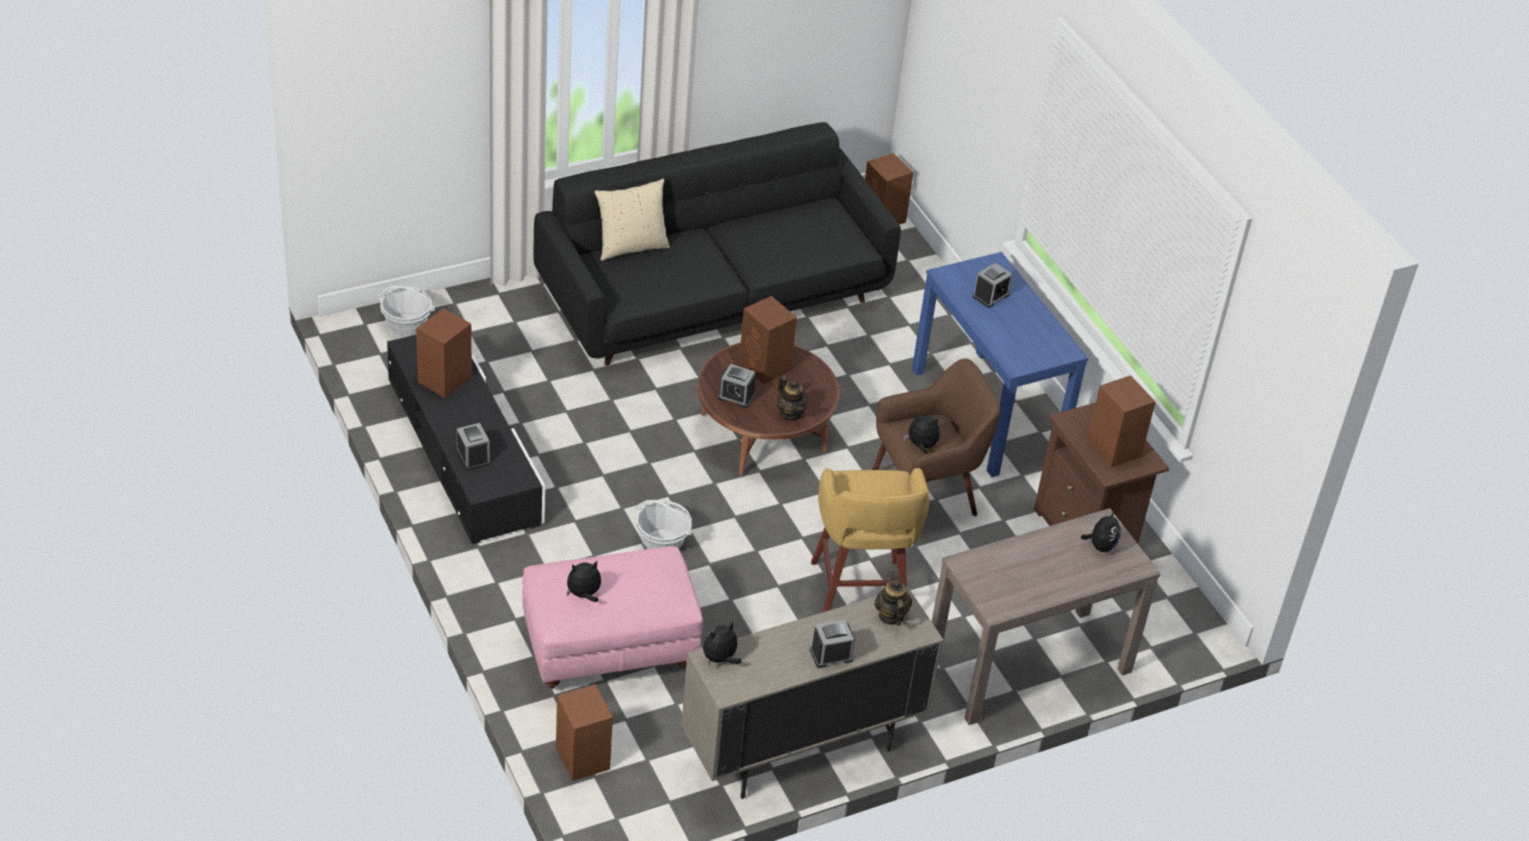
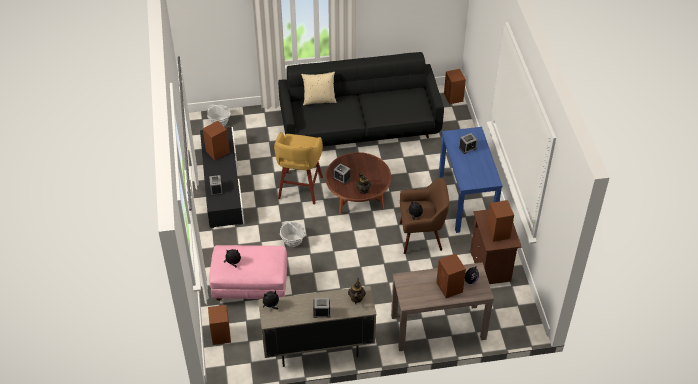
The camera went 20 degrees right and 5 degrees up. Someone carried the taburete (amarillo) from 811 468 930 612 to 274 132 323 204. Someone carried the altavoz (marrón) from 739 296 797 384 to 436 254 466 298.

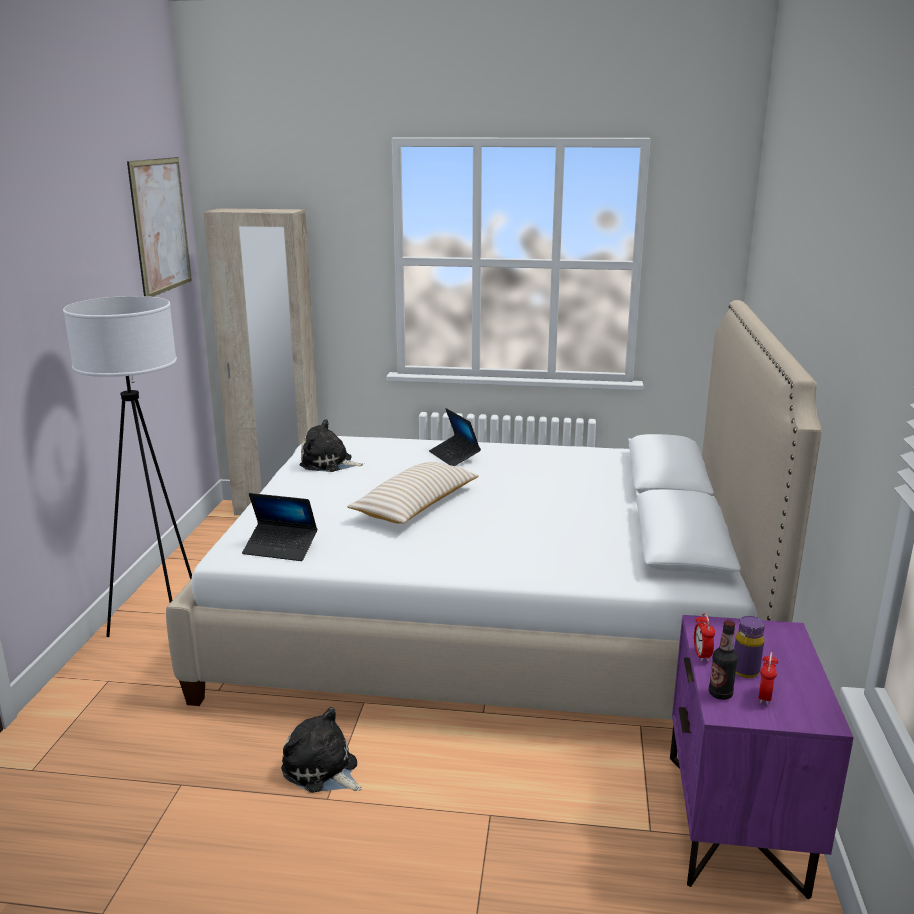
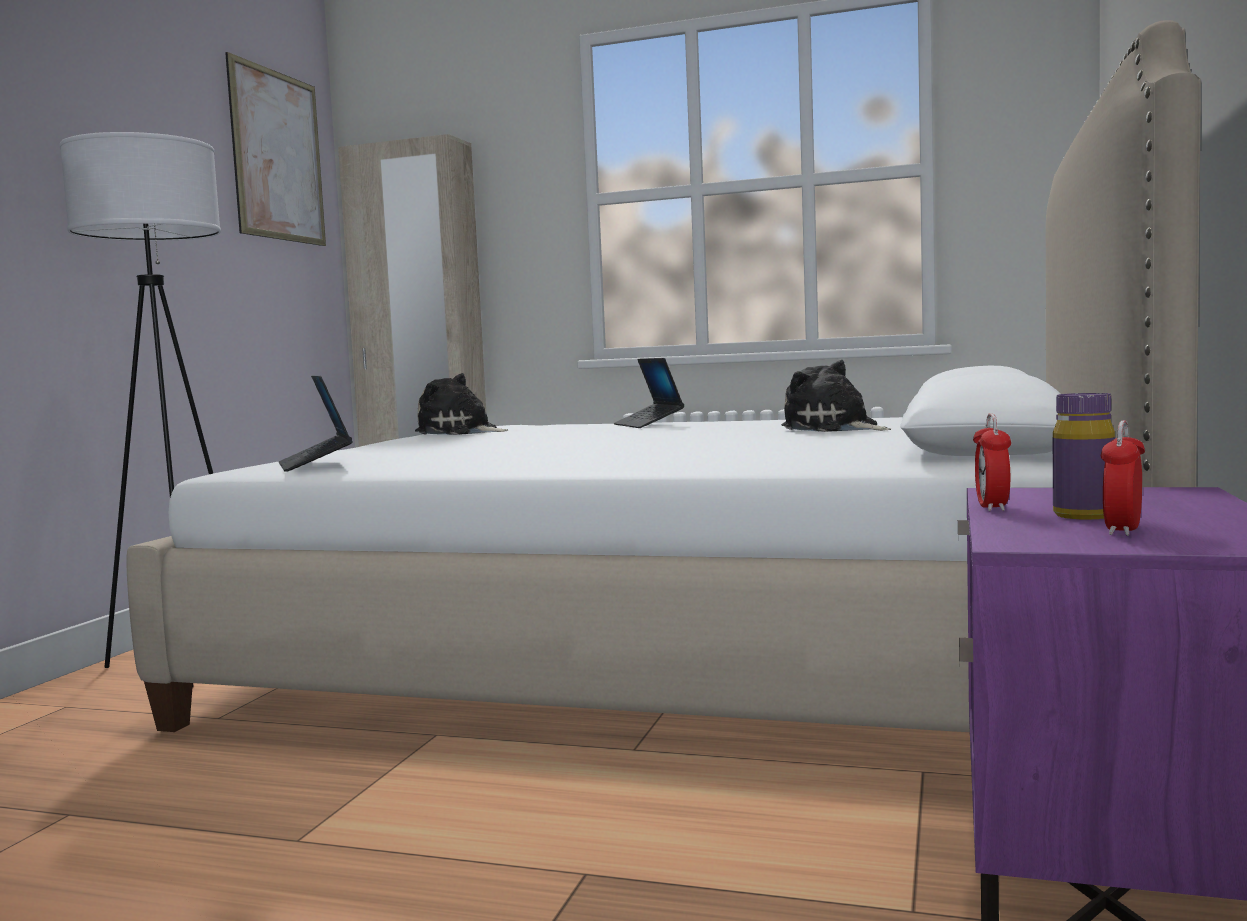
The camera went 10 degrees right and 15 degrees down. Someone rotated the portátil at 242 493 317 561 by 45 degrees clockwise. Someone carried the peluche from 281 707 362 793 to 781 360 891 432. Someone took away the cojín (beis) at 347 462 479 524. Someone took away the botella at 709 620 738 700.

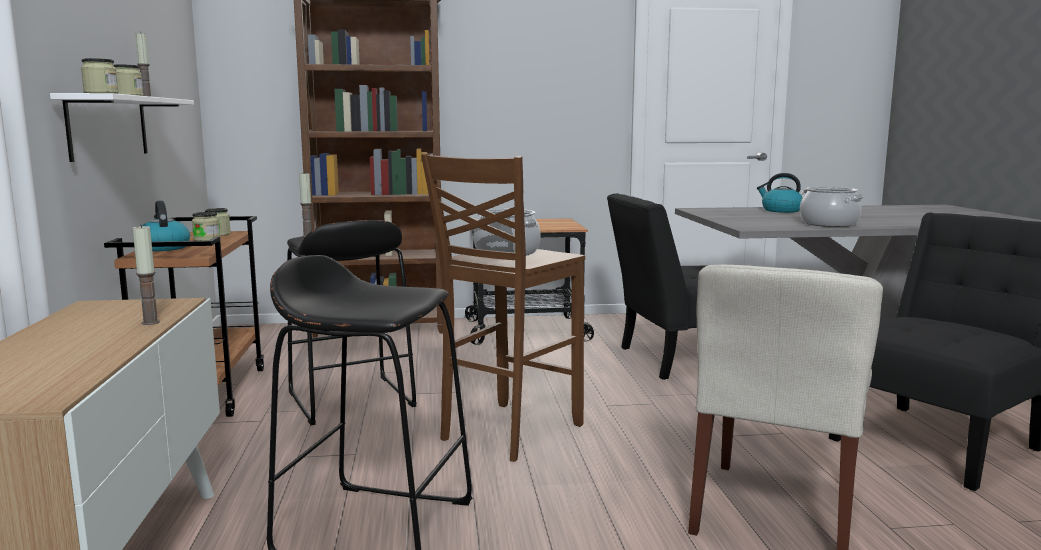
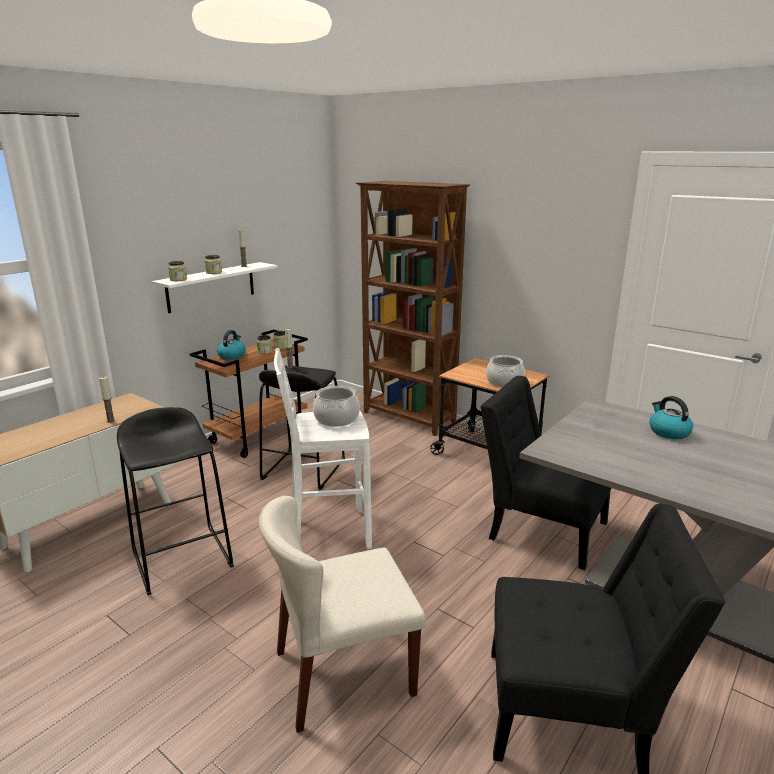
The camera went 45 degrees right and 10 degrees up. Someone repainted the taburete (marrón) at 421 153 585 462, which became the taburete (blanco) at 274 348 372 549. Someone carried the olla from 800 187 863 227 to 486 355 525 387.

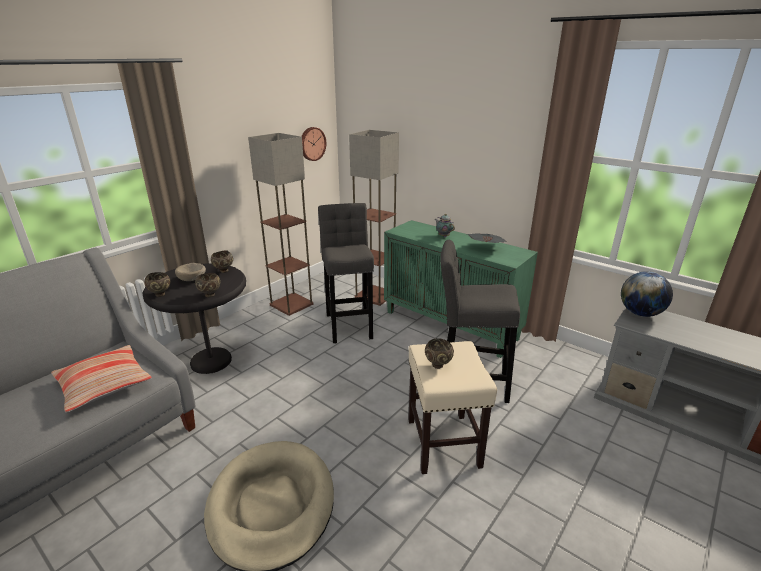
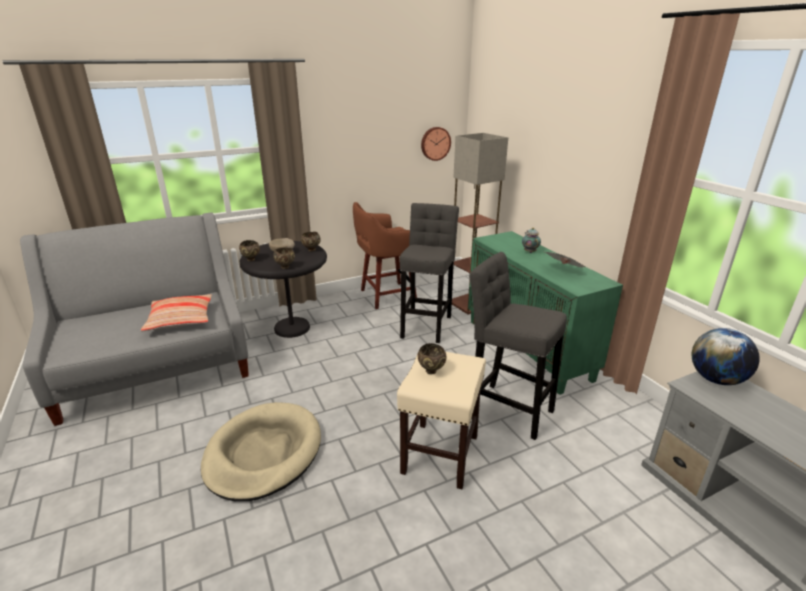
The camera went 25 degrees right and 0 degrees up. Someone swapped the lámpara de pie at 248 133 313 316 for the taburete (marrón) at 353 202 417 309.

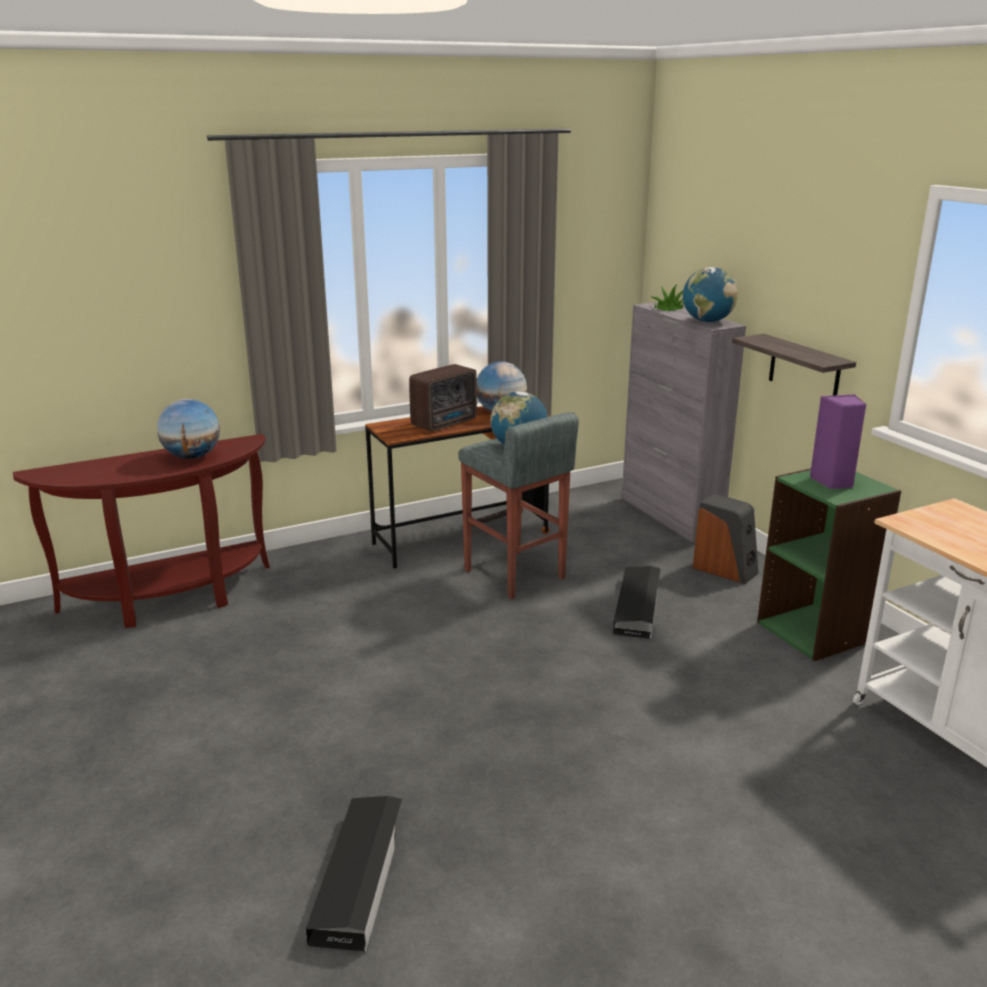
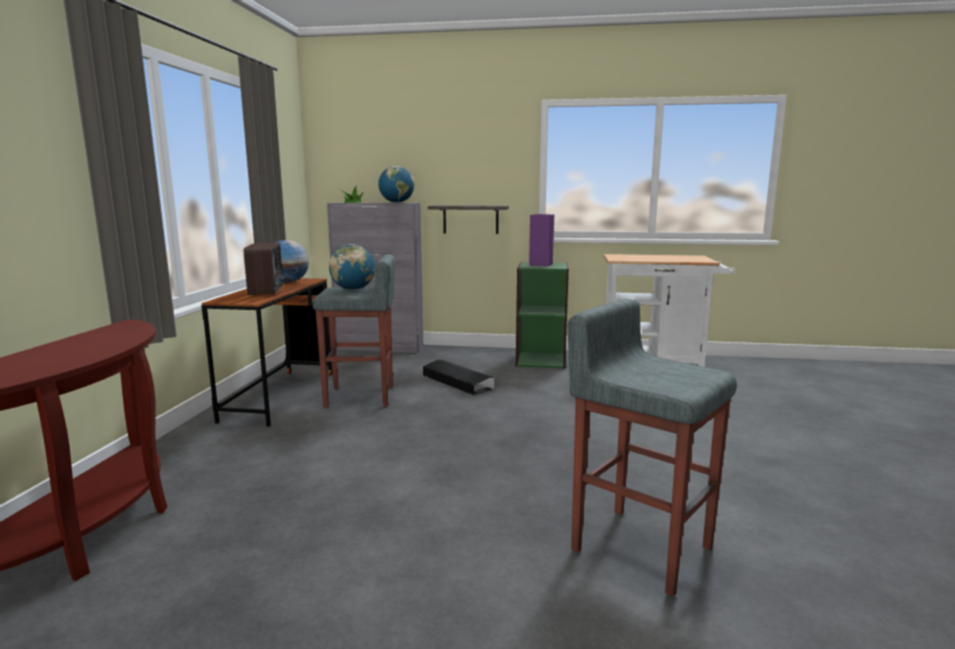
The camera went 55 degrees left and 10 degrees down. Someone swapped the caja de almacenaje (negro) at 306 796 402 951 for the taburete (gris) at 568 299 737 597. Someone took away the globo terráqueo at 157 399 220 459. Someone took away the altavoz at 693 493 759 584.

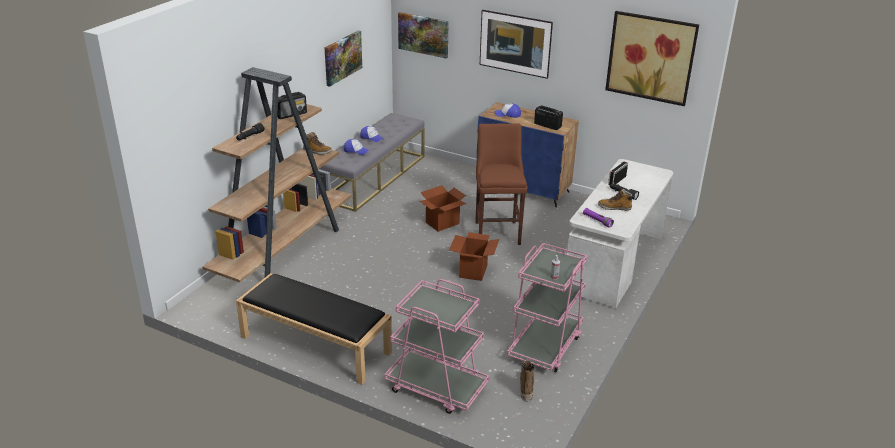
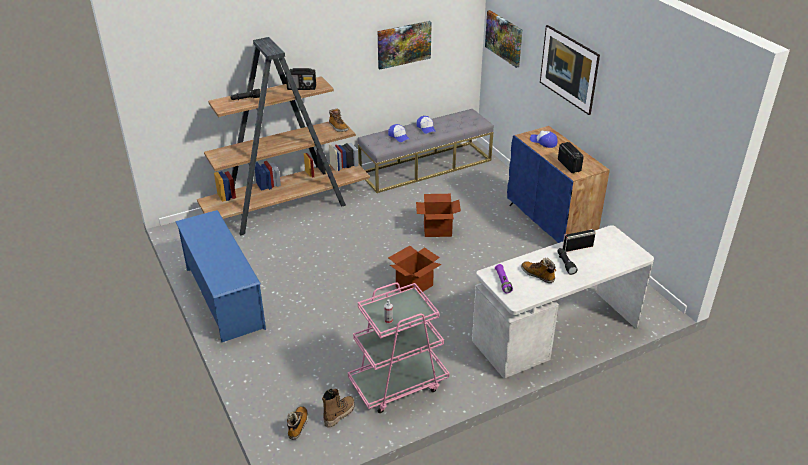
The camera went 35 degrees right and 5 degrees up. Someone swapped the banco (negro) at 236 273 392 385 for the zapatero (azul) at 175 210 266 342. Someone put down the bota at 287 406 308 440. Someone took away the carrito (rosa) at 384 279 489 414. Someone took away the taburete (marrón) at 475 124 527 245. Someone took away the cuadro at 605 11 699 106.

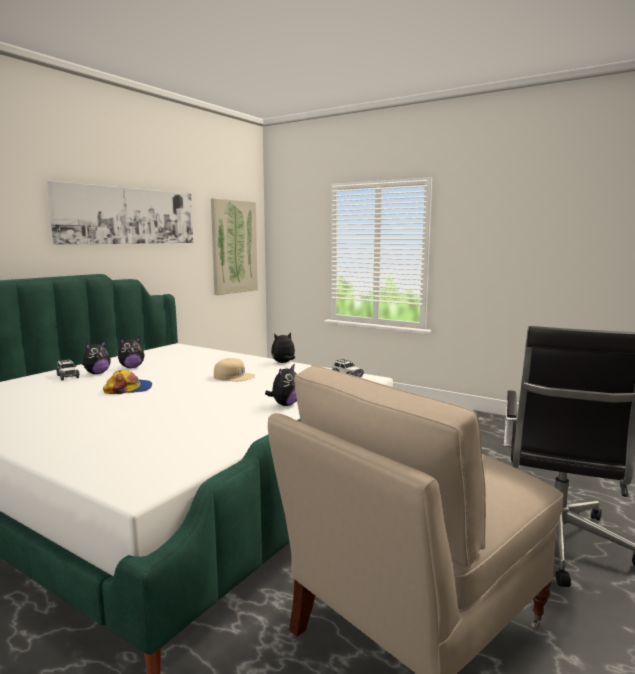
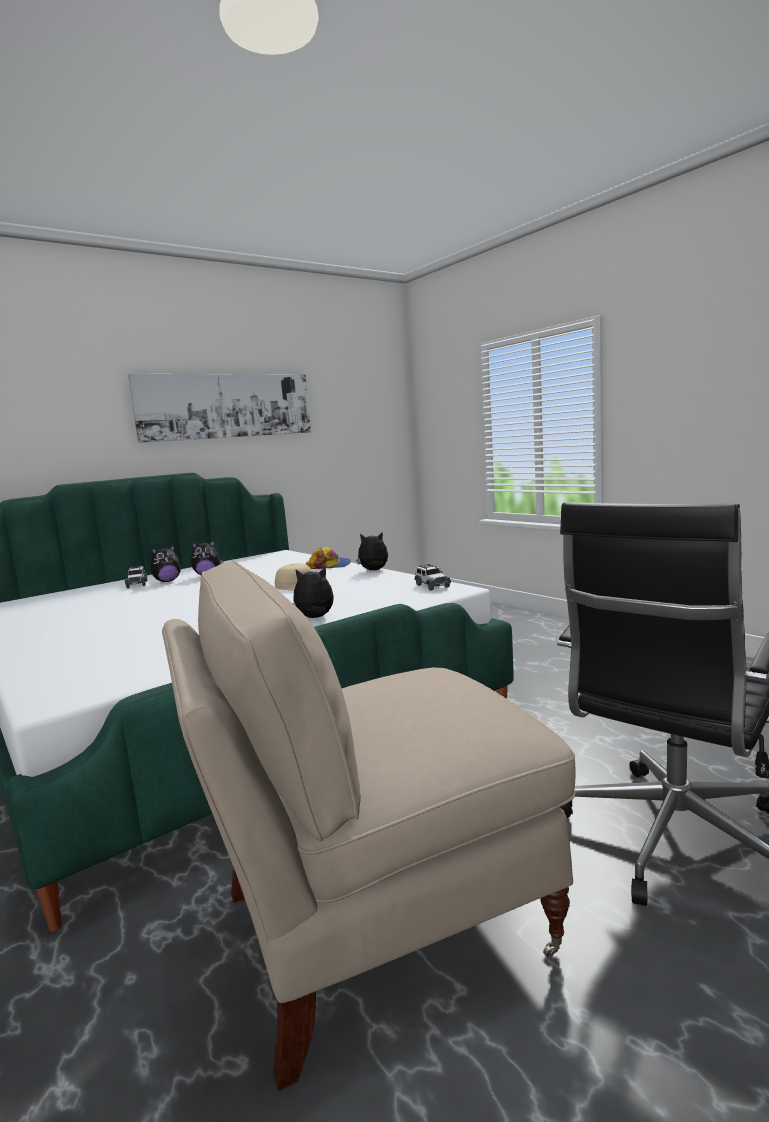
The camera went 20 degrees right and 0 degrees up. Someone rotated the peluche at 265 364 297 406 by 150 degrees counterclockwise. Someone carried the gorra from 103 370 152 394 to 306 547 351 569. Someone took away the cuadro at 211 198 258 295.

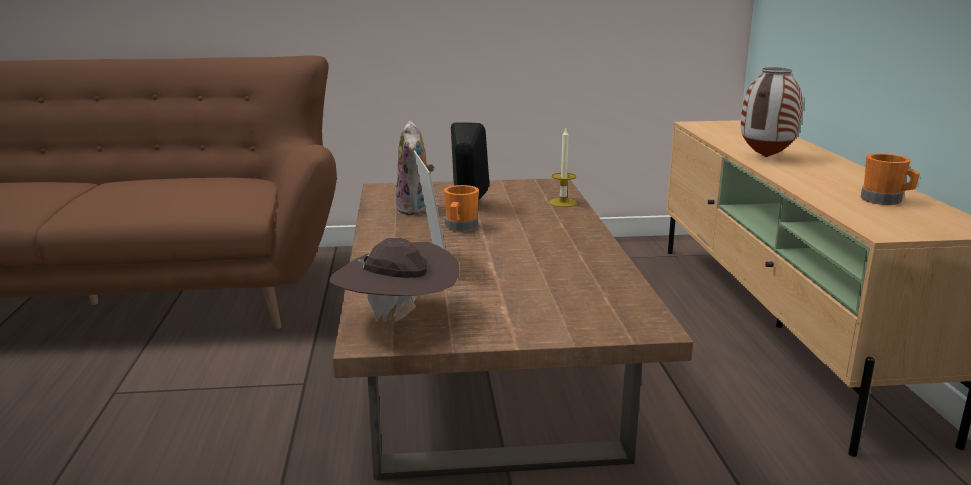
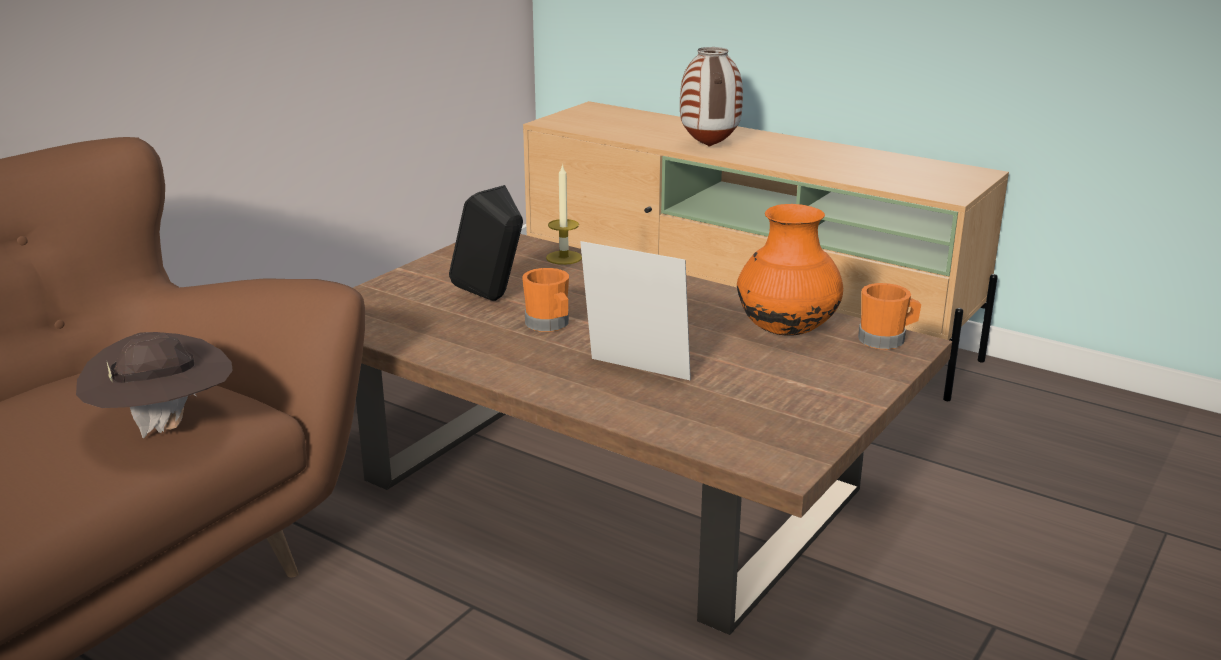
The camera went 50 degrees left and 5 degrees up. Someone carried the sombrero (marrón) from 329 238 460 323 to 76 332 233 438. Someone put down the florero (naranja) at 737 204 843 335. Someone carried the taza grande (naranja) from 861 153 920 205 to 858 283 921 349. Someone took away the peluche at 395 120 434 215.

